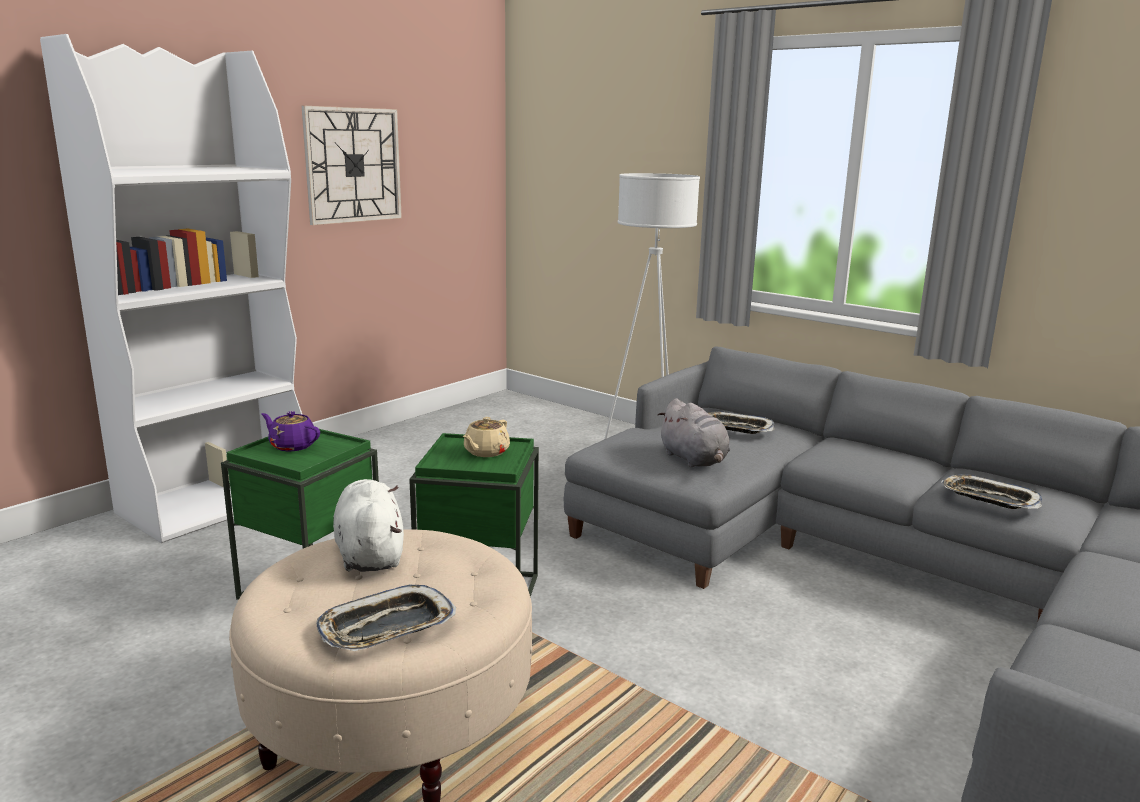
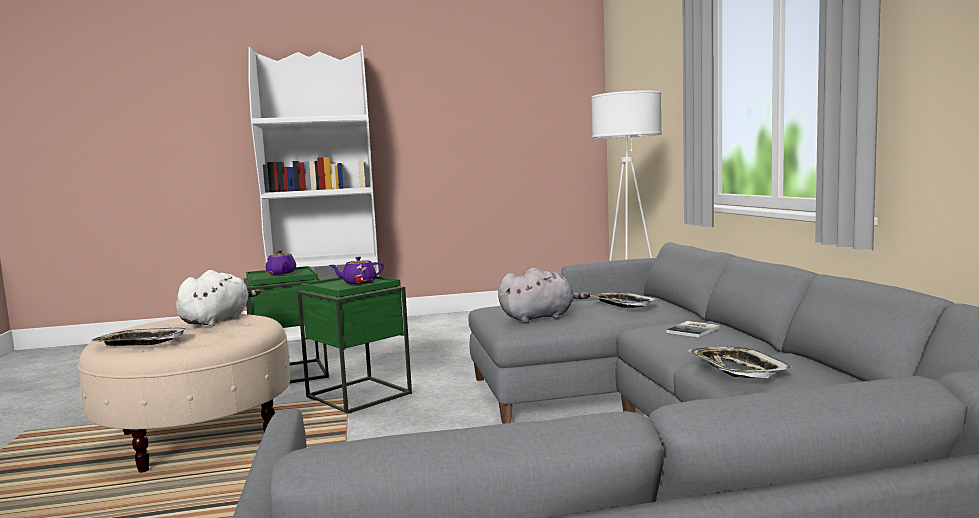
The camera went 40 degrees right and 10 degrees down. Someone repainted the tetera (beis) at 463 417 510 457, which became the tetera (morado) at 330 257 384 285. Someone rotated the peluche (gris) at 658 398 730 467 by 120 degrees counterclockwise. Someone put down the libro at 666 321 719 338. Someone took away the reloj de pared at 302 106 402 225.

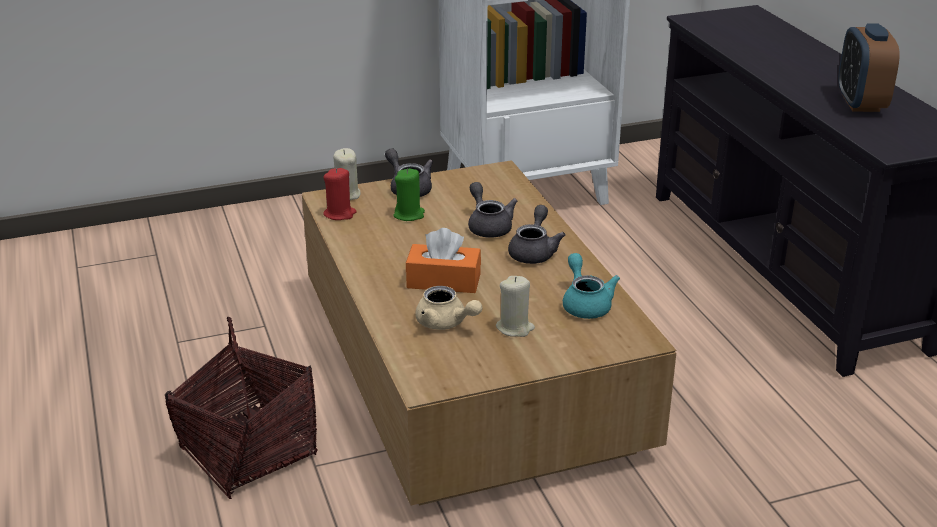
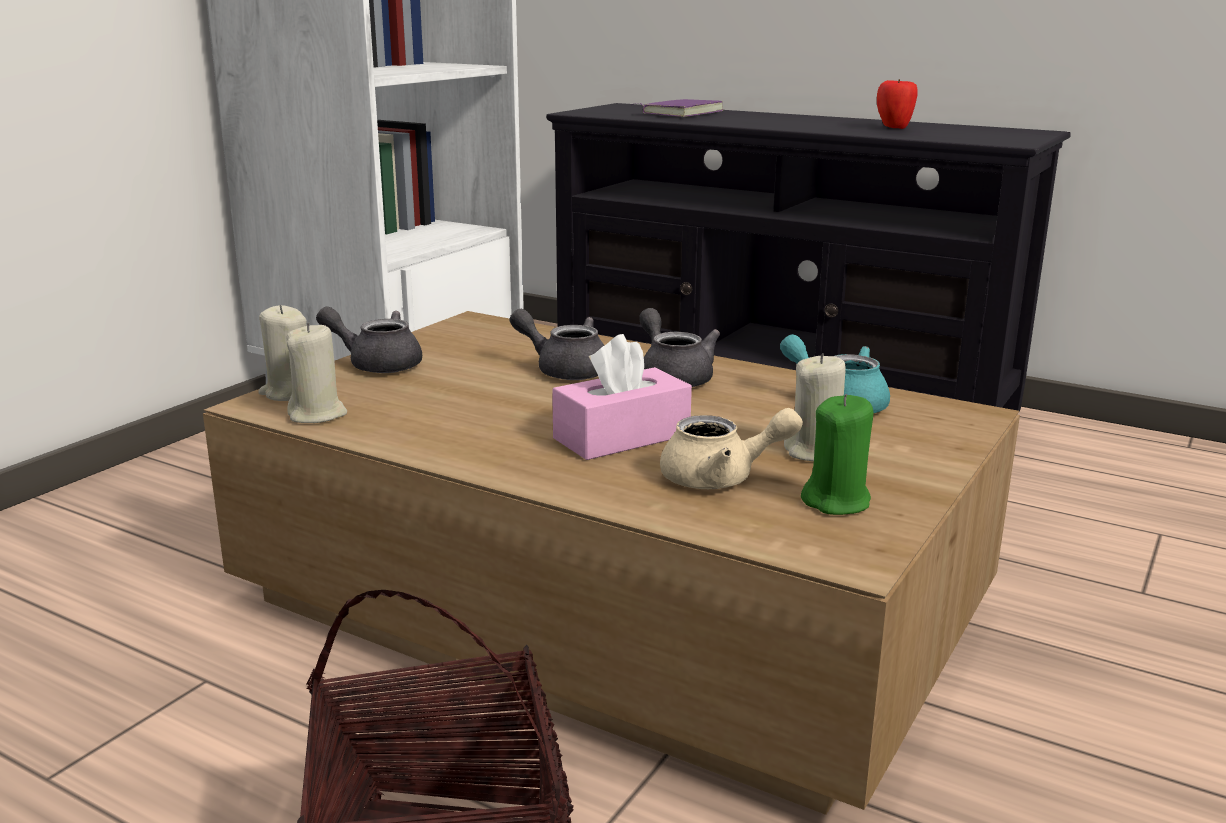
The camera went 40 degrees left and 10 degrees down. Someone repainted the vela (rojo) at 323 168 356 220, which became the vela (beis) at 286 322 347 423. Someone repainted the caja de pañuelos (naranja) at 406 228 481 293, which became the caja de pañuelos (rosa) at 552 334 692 460. Someone put down the libro (morado) at 632 99 723 117. Someone carried the vela (verde) from 393 169 425 221 to 801 394 873 515. Someone swapped the despertador at 839 23 900 112 for the manzana at 877 79 918 129.

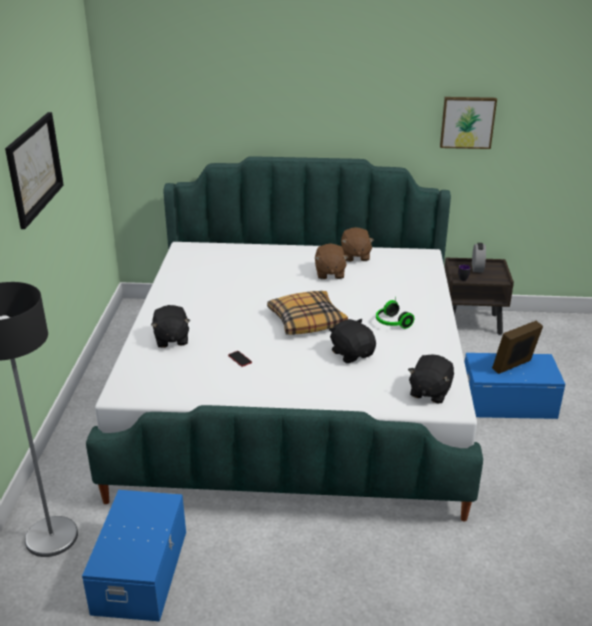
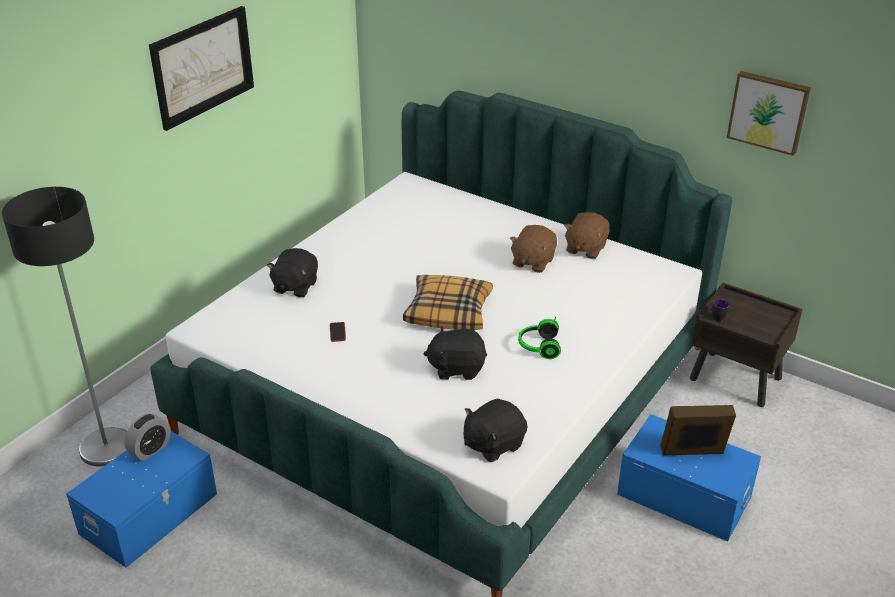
The camera went 30 degrees right and 5 degrees up. Someone carried the despertador from 472 243 486 273 to 124 413 171 461. Someone rotated the peluche (negro) at 329 319 376 363 by 90 degrees counterclockwise.

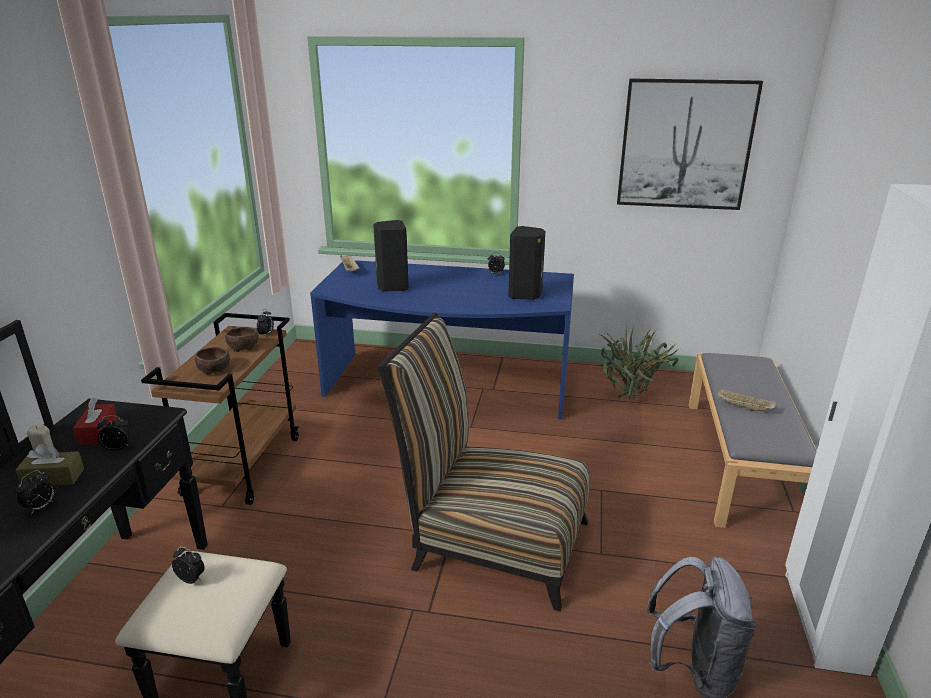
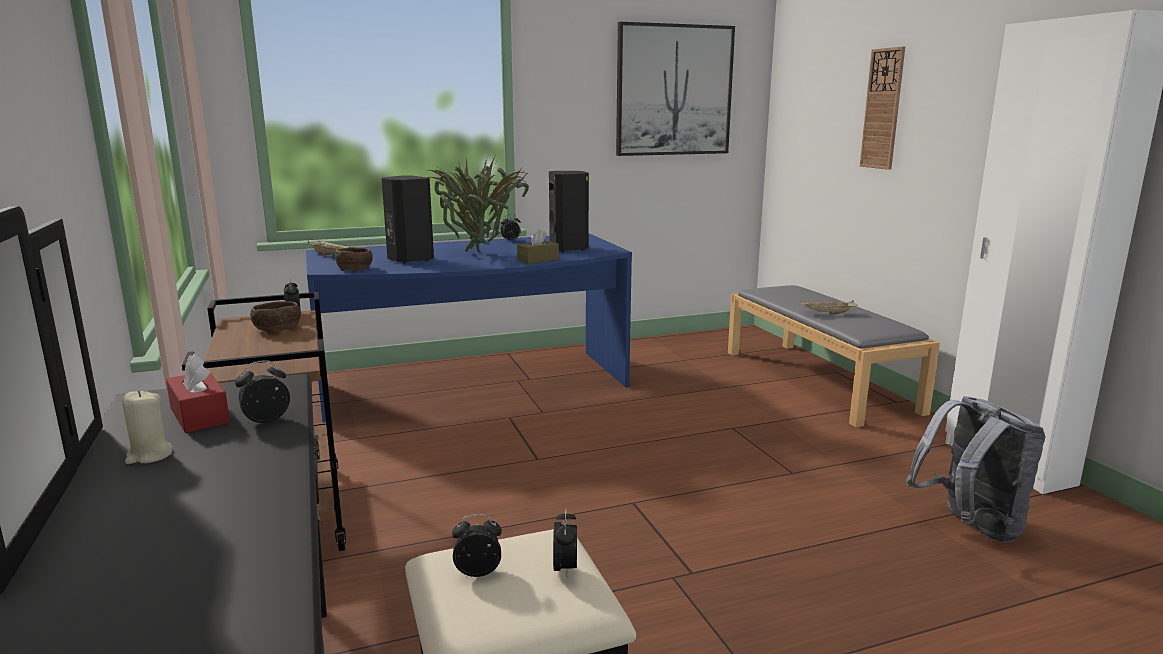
The camera went 30 degrees left and 10 degrees down. Someone carried the cuenco (marrón) from 195 347 230 375 to 335 247 373 272. Someone carried the planta en maceta from 600 327 680 399 to 425 156 529 252. Someone carried the caja de pañuelos (marrón) from 16 444 84 486 to 517 228 559 264. Someone carried the despertador from 15 470 55 513 to 553 508 577 579. Someone put up the reloj de pared at 860 47 905 170. Someone took away the silla at 378 313 590 612.

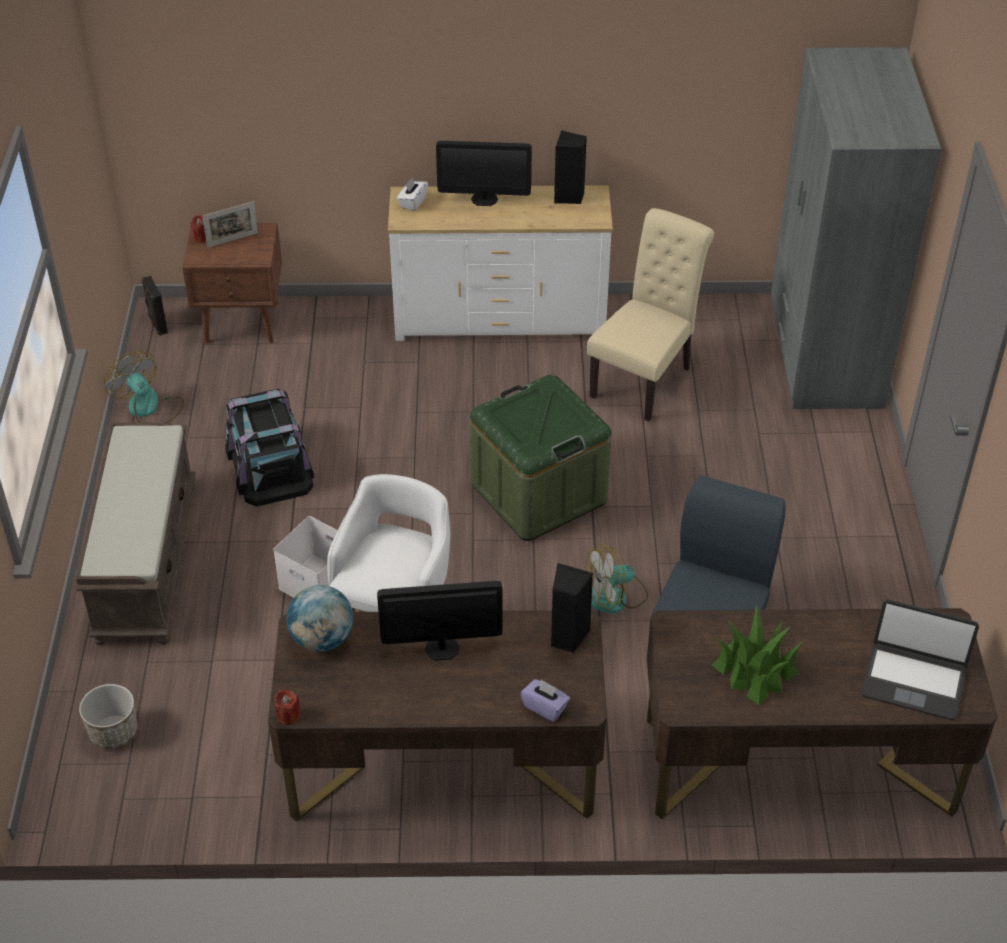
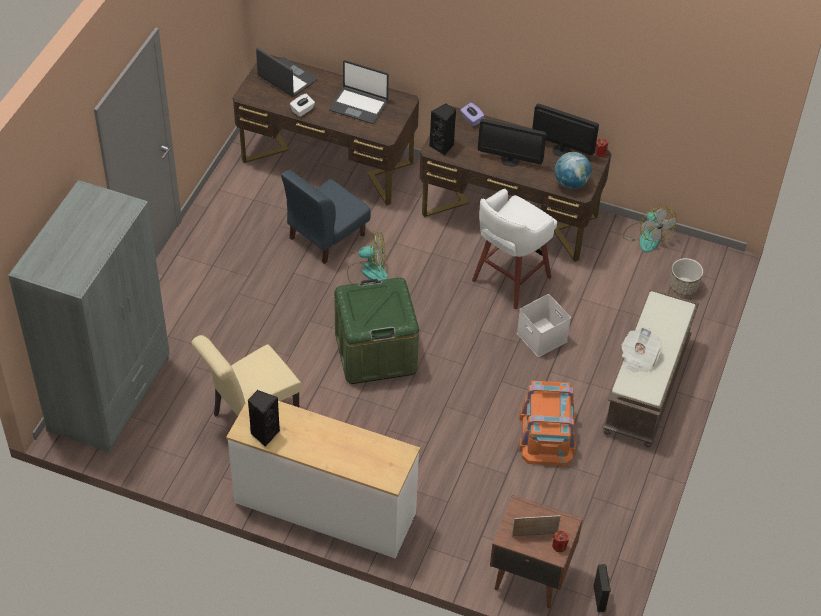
The camera went 160 degrees left and 5 degrees up. Someone carried the caja de pañuelos (blanco) from 397 177 428 211 to 290 93 315 117. Someone swapped the planta en maceta at 712 604 802 705 for the portátil at 329 60 389 124. Someone repainted the caja de almacenaje (negro) at 225 389 314 506, which became the caja de almacenaje (naranja) at 519 381 576 466. Someone carried the monitor from 436 141 532 206 to 532 104 599 157. Someone put down the periódico at 621 327 662 373. Someone carried the ventilador from 104 350 184 423 to 623 207 677 252.

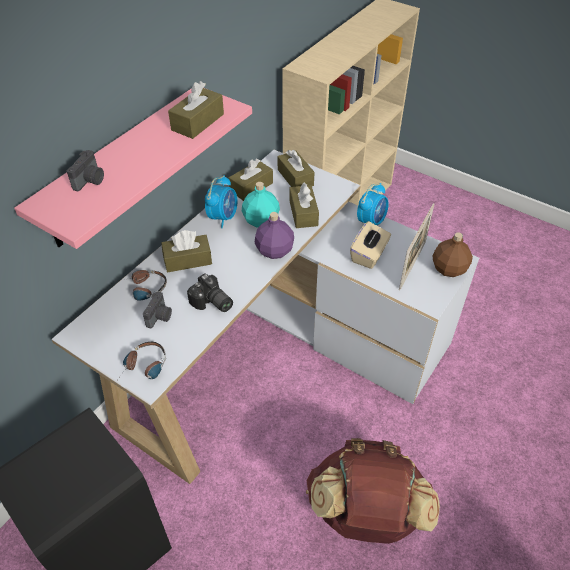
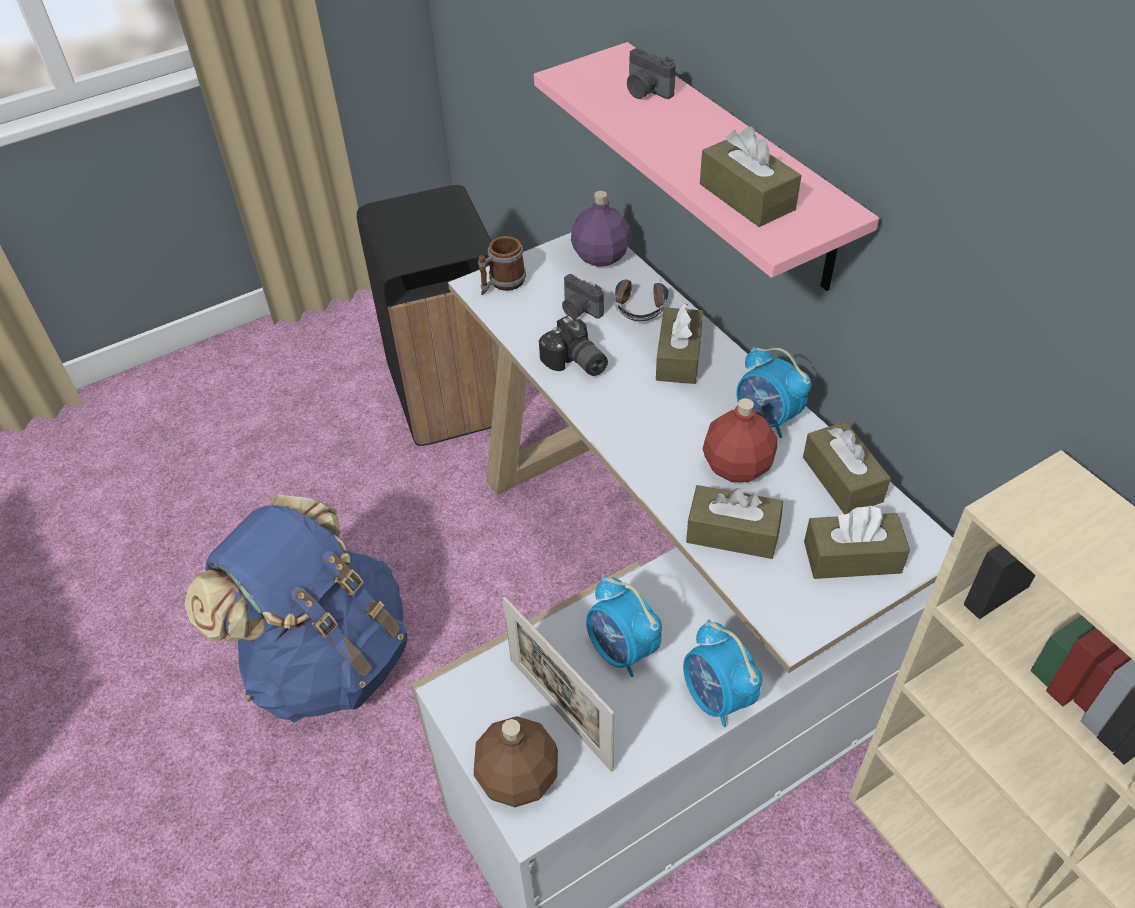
The camera went 115 degrees right and 0 degrees up. Someone repainted the mochila (marrón) at 306 438 440 544, which became the mochila (azul) at 185 494 408 723. Someone swapped the auriculares at 116 342 166 382 for the taza grande at 478 236 526 295. Someone rotated the cámara at 187 273 233 312 by 105 degrees counterclockwise. Someone carried the botella (morado) from 255 212 294 259 to 571 191 631 267. Someone swapped the caja de pañuelos (beis) at 350 221 391 269 for the despertador at 586 575 662 677. Someone repainted the botella (turquesa) at 242 182 280 228, which became the botella (rojo) at 703 398 777 482.

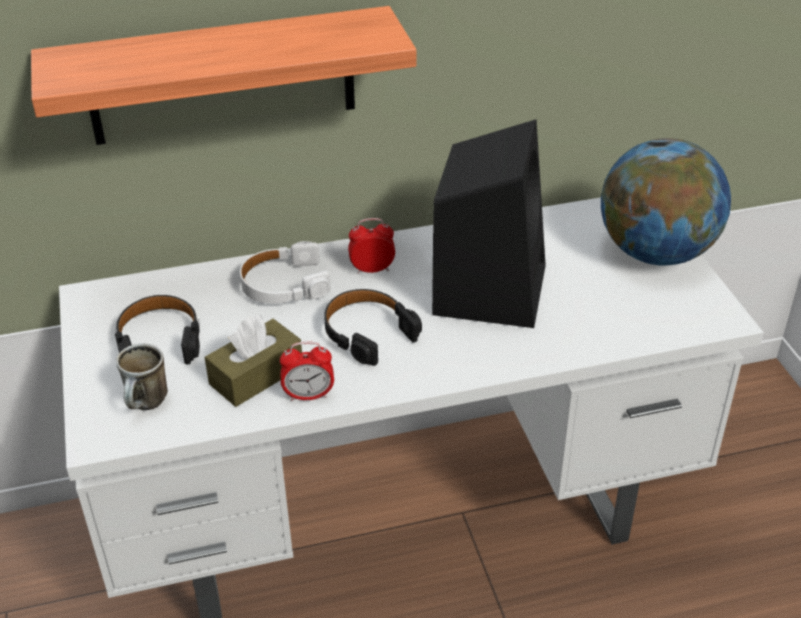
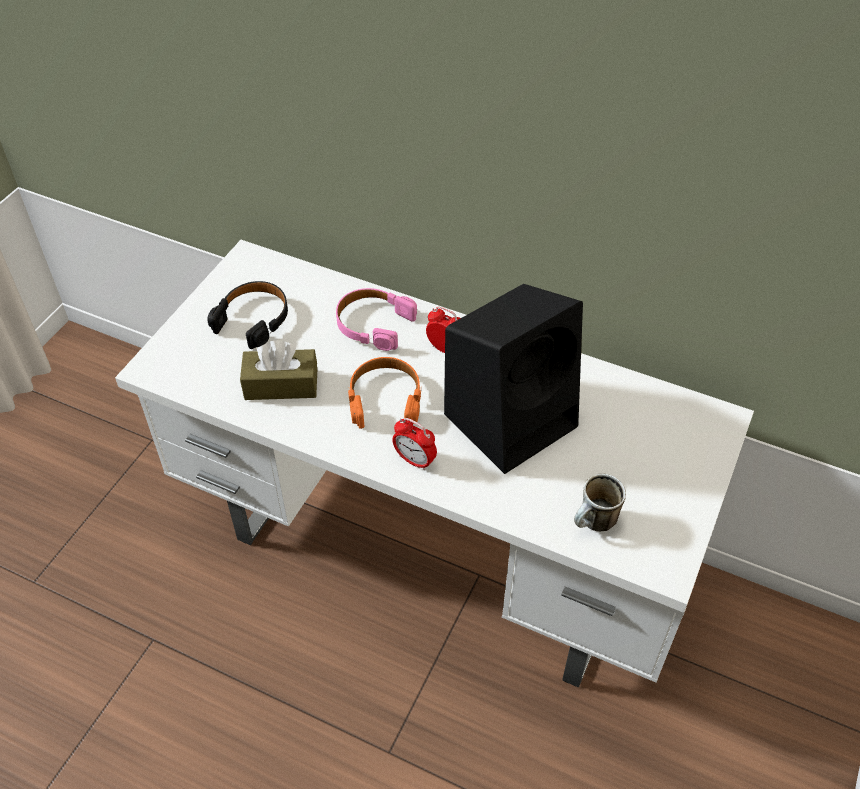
The camera went 40 degrees right and 10 degrees up. Someone repainted the auriculares (blanco) at 240 241 331 304, which became the auriculares (rosa) at 336 288 417 351. Someone repainted the auriculares (negro) at 324 289 422 366, which became the auriculares (naranja) at 348 357 421 429. Someone carried the despertador from 280 342 334 401 to 392 418 437 470. Someone carried the taza grande from 116 343 168 410 to 574 474 626 531. Someone took away the estante at 31 6 416 145. Someone took away the globo terráqueo at 601 138 731 266.

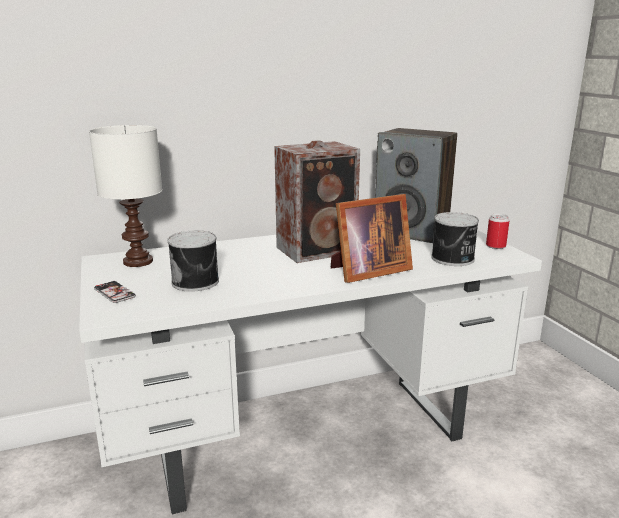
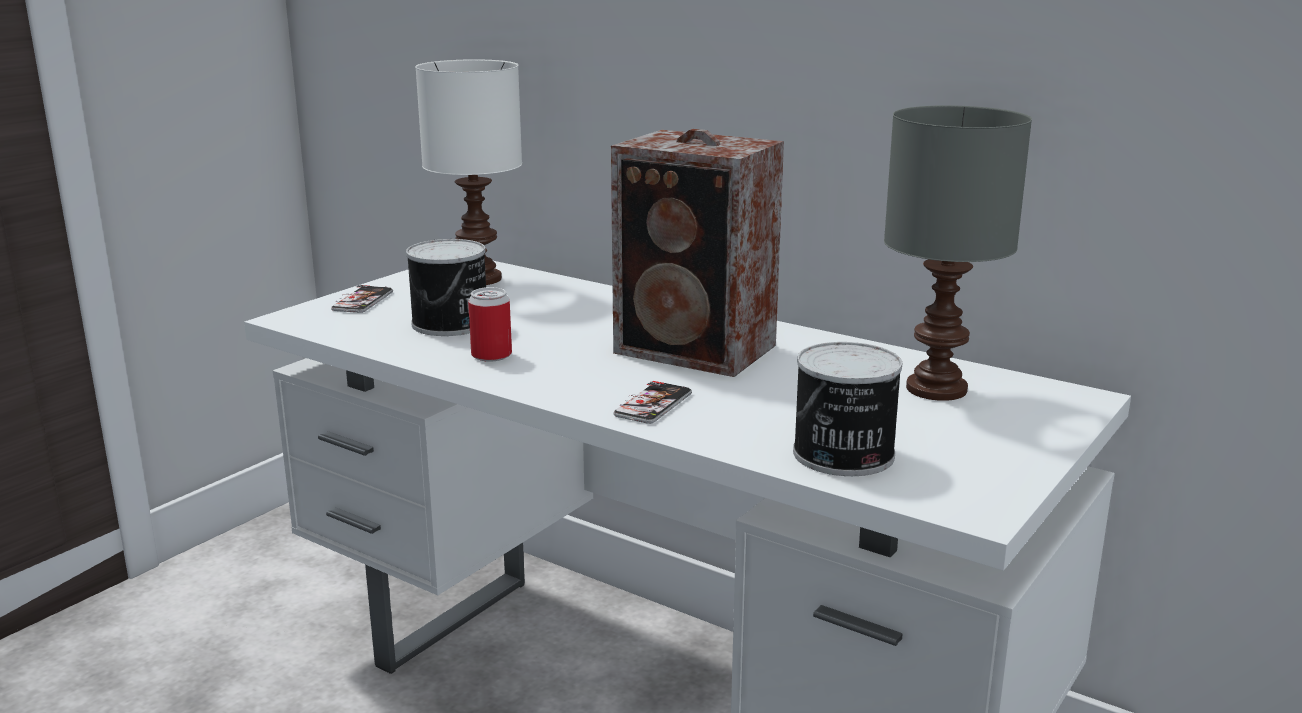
The camera went 55 degrees right and 0 degrees up. Someone carried the lata from 486 213 510 249 to 468 287 512 362. Someone swapped the portarretratos at 331 194 413 283 for the móvil at 613 381 692 424. Someone swapped the altavoz at 375 128 457 243 for the lámpara de mesa (gris) at 884 105 1032 401.

